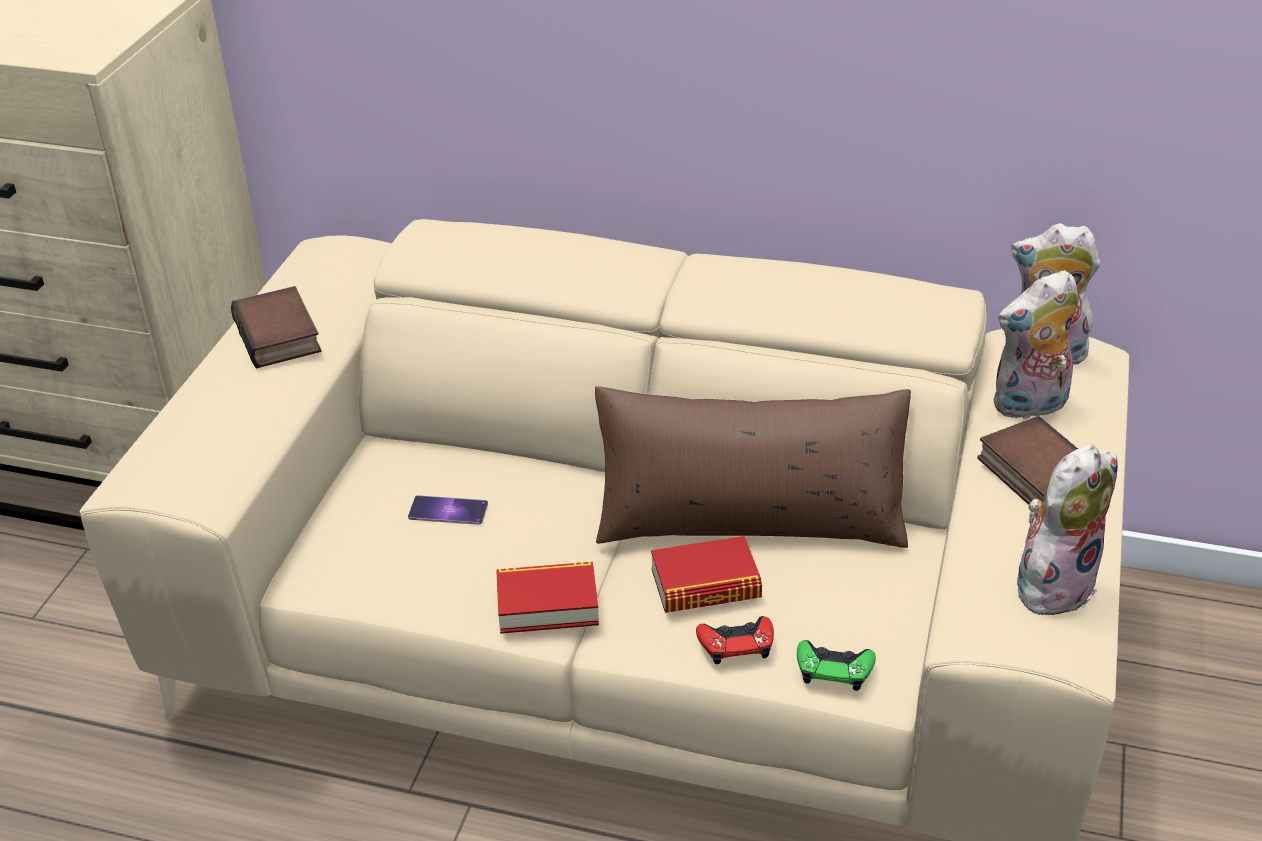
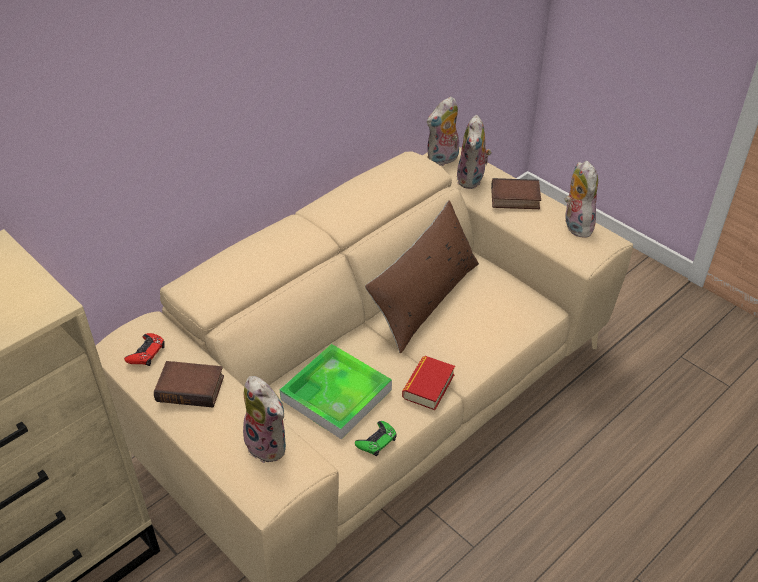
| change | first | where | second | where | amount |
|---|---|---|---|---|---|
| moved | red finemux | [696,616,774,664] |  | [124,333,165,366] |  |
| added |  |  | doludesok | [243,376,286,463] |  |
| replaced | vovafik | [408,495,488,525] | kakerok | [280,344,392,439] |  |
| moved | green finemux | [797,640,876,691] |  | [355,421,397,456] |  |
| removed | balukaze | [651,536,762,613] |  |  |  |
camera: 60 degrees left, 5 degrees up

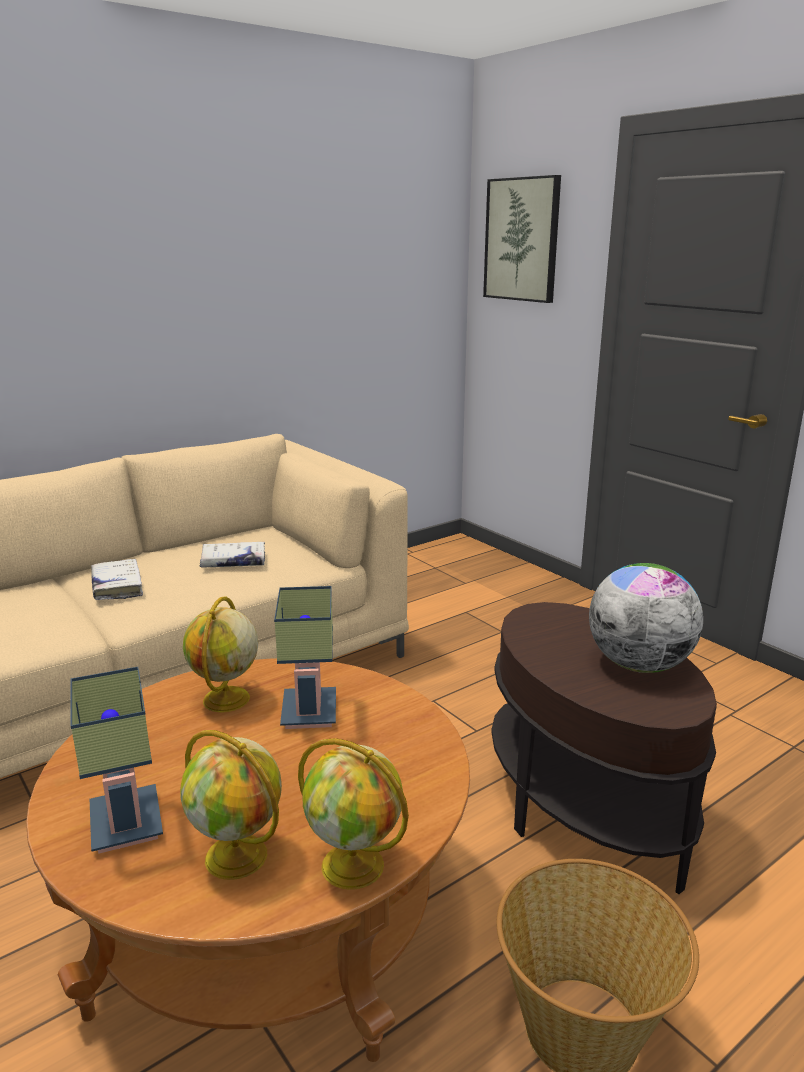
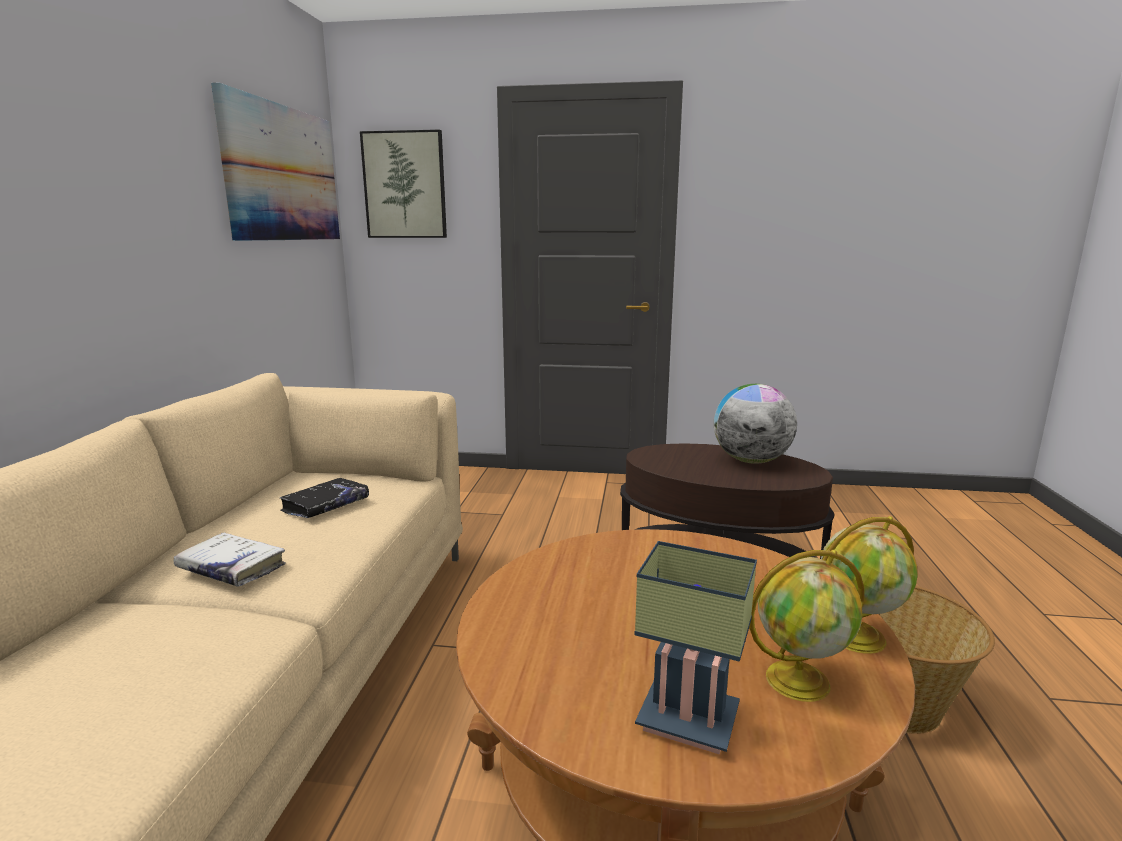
| change | first | where | second | where | amount |
|---|---|---|---|---|---|
| added |  |  | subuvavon | [211,83,340,241] |  |
| recoloured | white balukaze | [200,542,265,567] | black balukaze | [280,478,369,518] |  |
| removed | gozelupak | [183,596,258,712] |  |  |  |
| removed | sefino | [274,586,336,729] |  |  |  |
camera: 45 degrees left, 5 degrees down

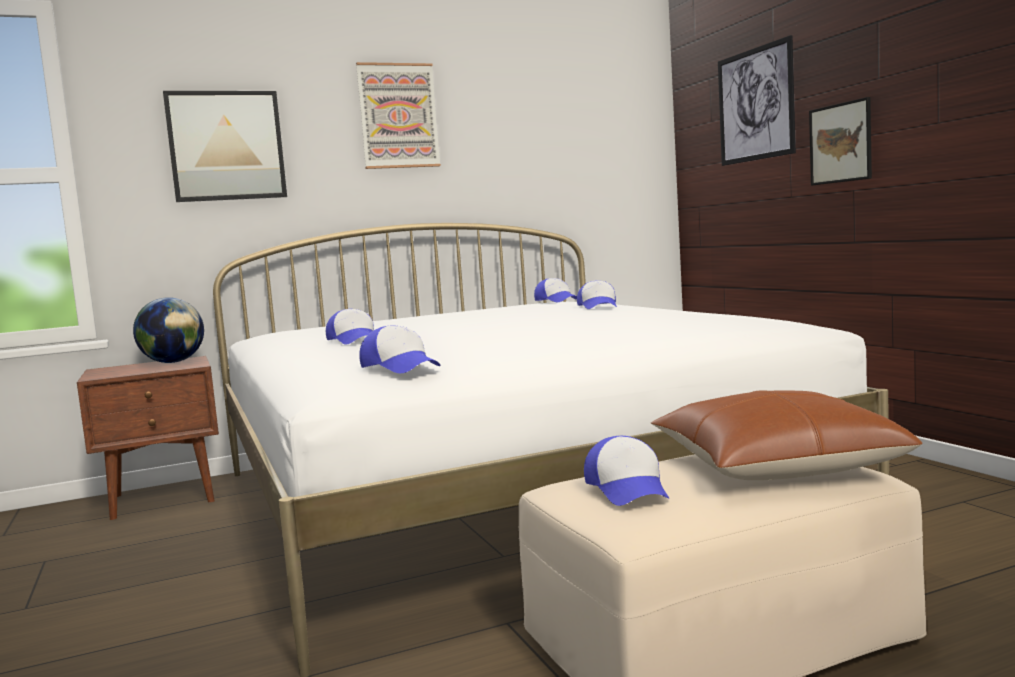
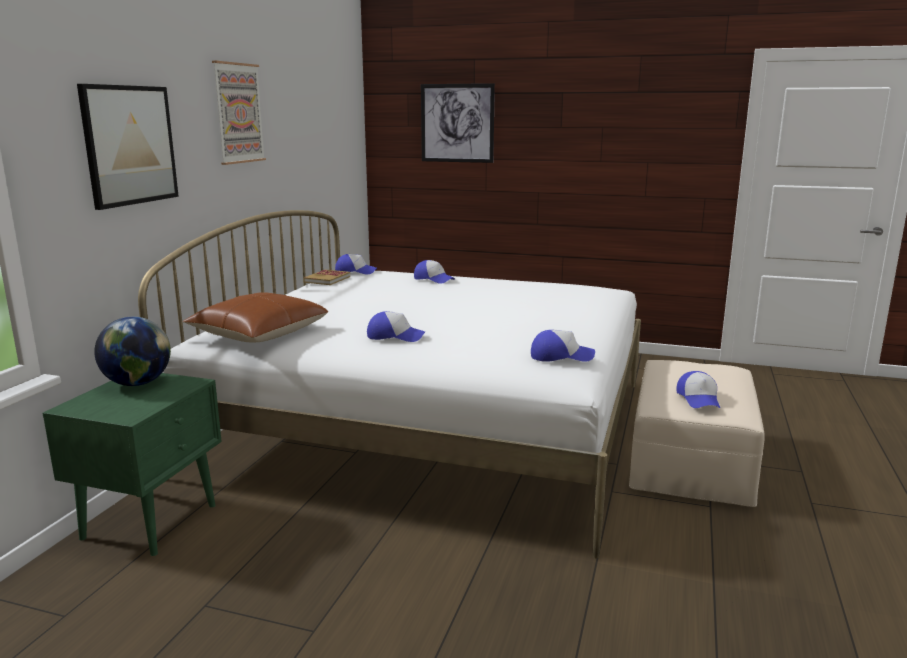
| change | first | where | second | where | amount |
|---|---|---|---|---|---|
| recoloured | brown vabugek | [77,356,219,520] | green vabugek | [43,373,222,556] |  |
| moved | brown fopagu | [651,390,923,480] |  | [182,292,328,343] |  |
| added |  |  | balukaze | [303,270,350,285] |  |
| turned | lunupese | [584,436,669,506] |  | [676,371,720,408] | 60 degrees clockwise |
| removed | subuvavon | [809,97,872,185] |  |  |  |
camera: 50 degrees left, 10 degrees up

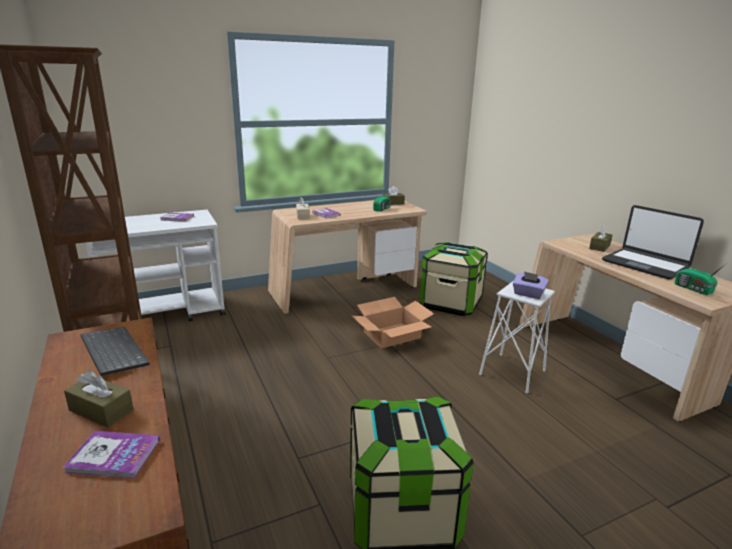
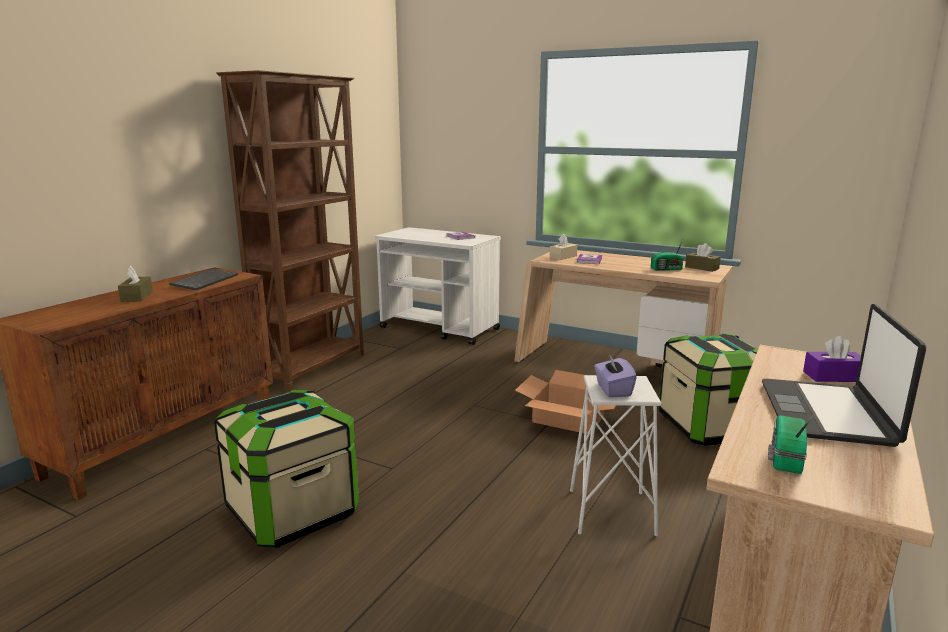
| change | first | where | second | where | amount |
|---|---|---|---|---|---|
| recoloured | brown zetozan | [589,225,612,252] | purple zetozan | [803,336,861,382] |  |
| removed | balukaze | [63,431,160,479] |  |  |  |
camera: 55 degrees right, 5 degrees down

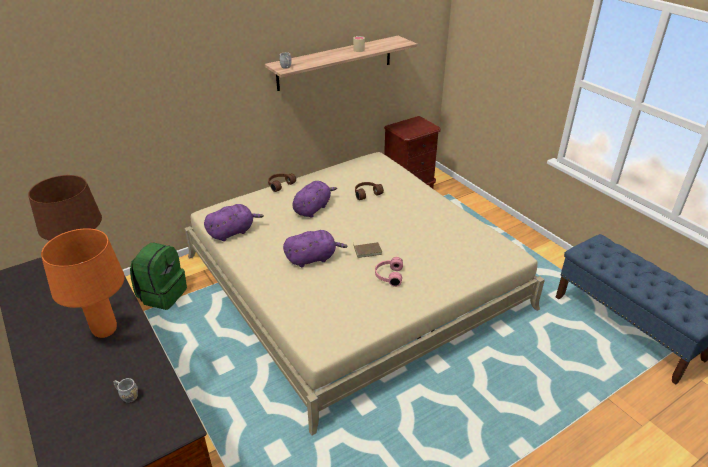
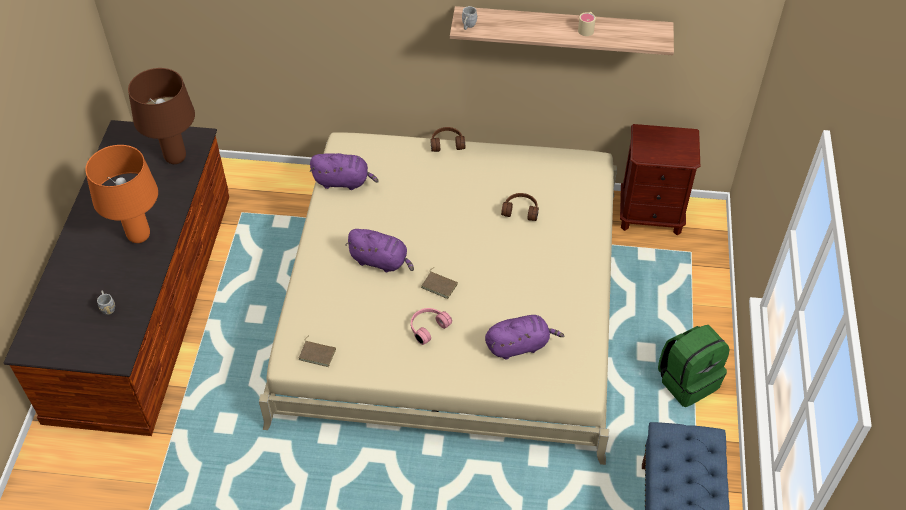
| change | first | where | second | where | amount |
|---|---|---|---|---|---|
| added |  |  | brown balukaze | [298,335,336,367] |  |
| moved | purple doludesok | [292,181,337,217] |  | [485,315,565,360] |  |
| moved | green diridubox | [130,243,187,310] |  | [658,325,730,407] |  |
camera: 40 degrees right, 15 degrees up

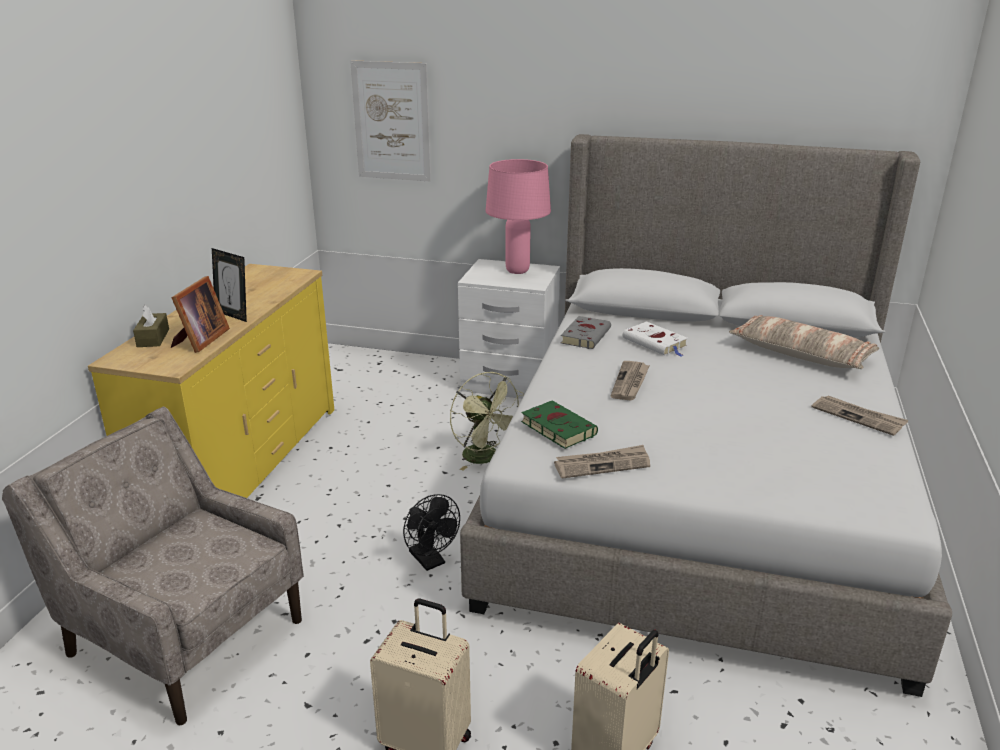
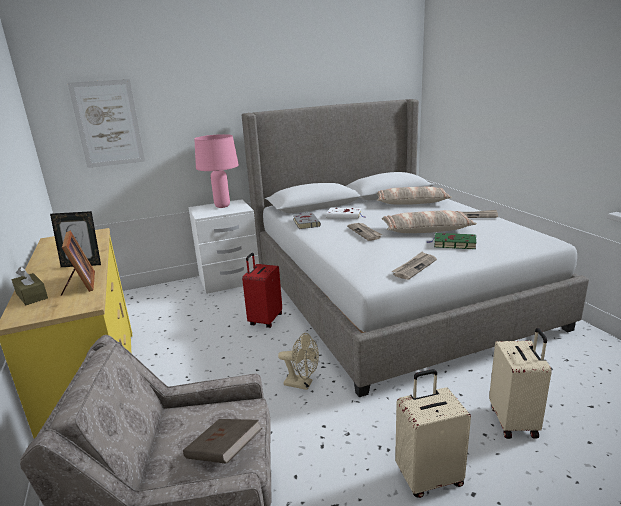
| change | first | where | second | where | amount |
|---|---|---|---|---|---|
| added |  |  | brown balukaze | [183,419,262,464] |  |
| replaced | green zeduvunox | [450,372,524,470] | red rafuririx | [242,253,282,328] |  |
| recoloured | black zeduvunox | [403,494,460,571] | beige zeduvunox | [278,333,319,390] |  |
| added |  |  | fopagu | [382,210,477,233] |  |
| moved | green balukaze | [521,400,598,449] |  | [427,233,477,249] |  |
camera: 35 degrees left, 5 degrees down

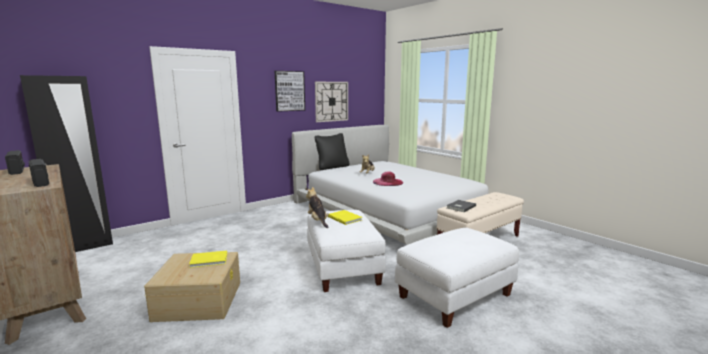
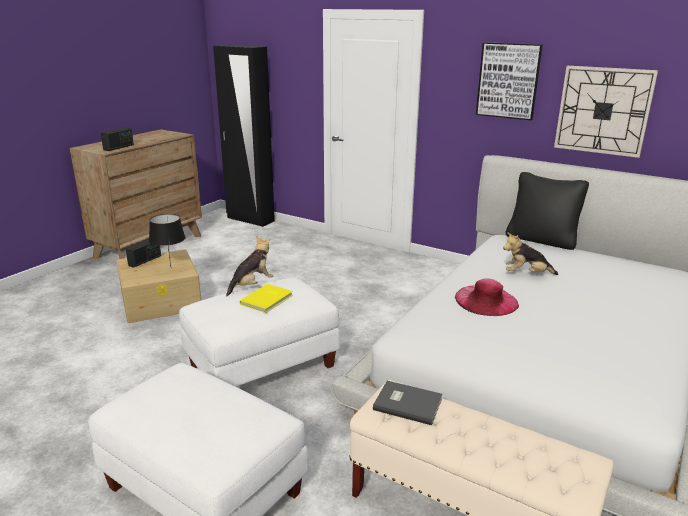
| change | first | where | second | where | amount |
|---|---|---|---|---|---|
| moved | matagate | [5,150,25,175] |  | [125,239,161,268] |  |
| replaced | yellow balukaze | [189,251,227,268] | black sefino | [149,214,186,266] |  |
camera: 70 degrees right, 10 degrees up

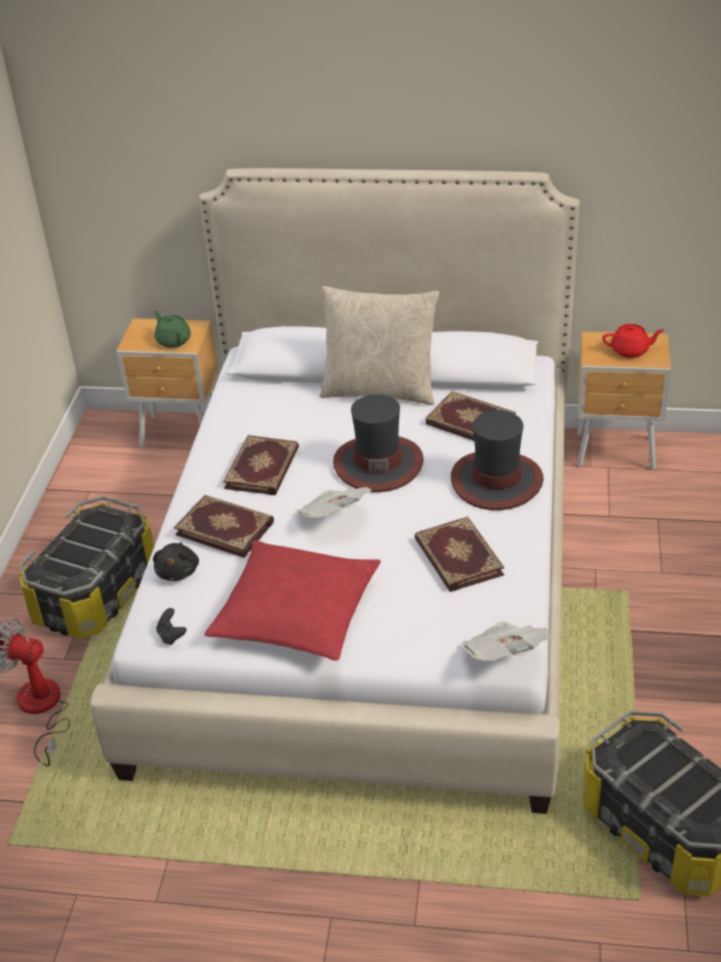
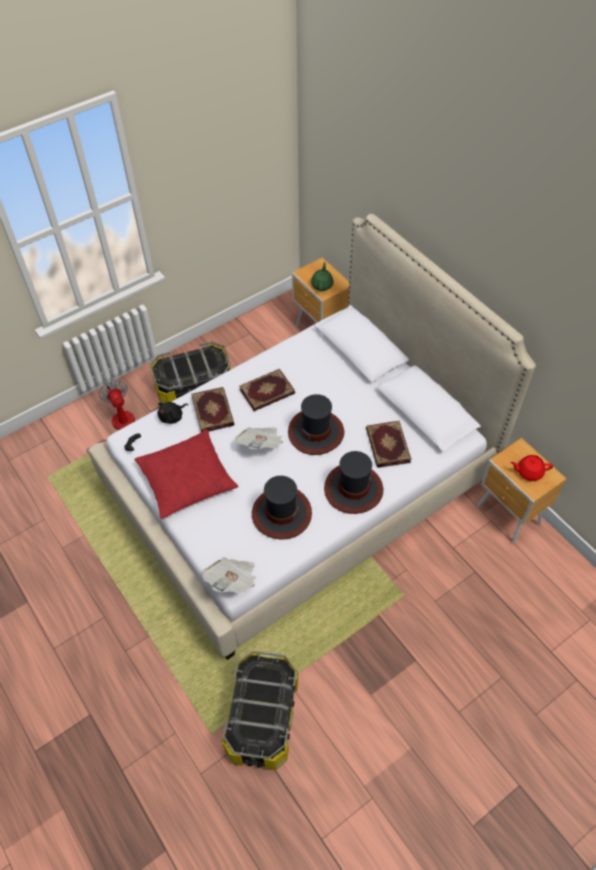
| change | first | where | second | where | amount |
|---|---|---|---|---|---|
| replaced | balukaze | [414,517,504,592] | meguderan | [252,476,312,539] |  |
| turned | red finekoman | [602,324,664,358] |  | [510,455,553,481] | 135 degrees clockwise |
| removed | beige fopagu | [320,286,439,405] |  |  |  |
camera: 45 degrees right, 15 degrees up

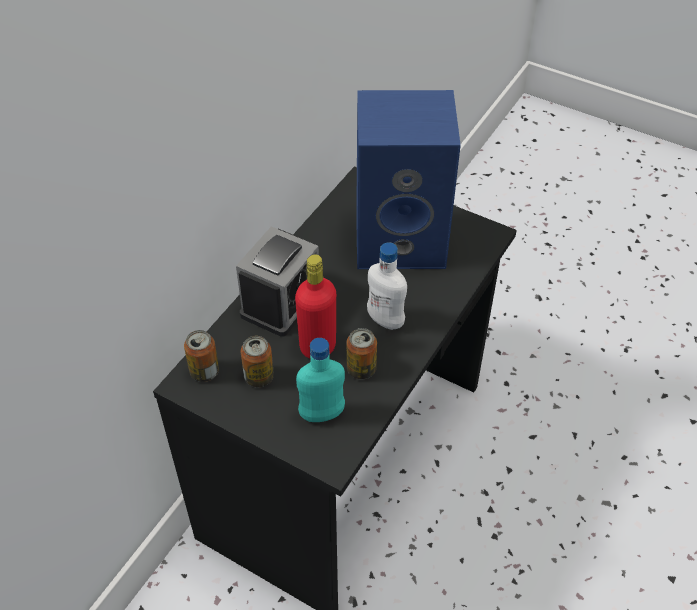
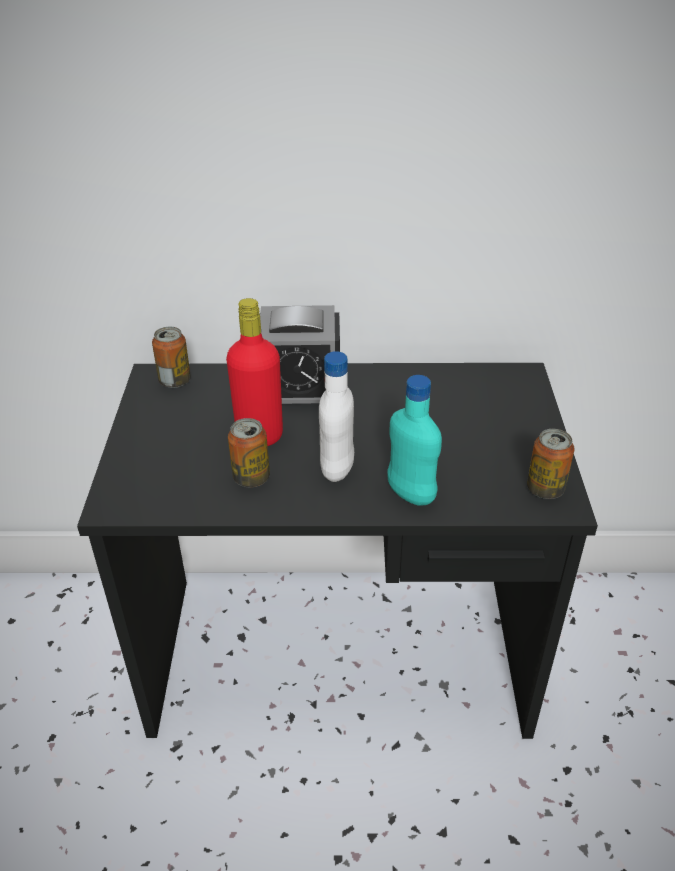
| change | first | where | second | where | amount |
|---|---|---|---|---|---|
| moved | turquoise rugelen | [296,338,345,422] |  | [387,375,442,506] |  |
| moved | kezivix | [241,336,274,387] |  | [527,429,574,499] |  |
| removed | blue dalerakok | [356,90,461,269] |  |  |  |
camera: 60 degrees right, 10 degrees down

